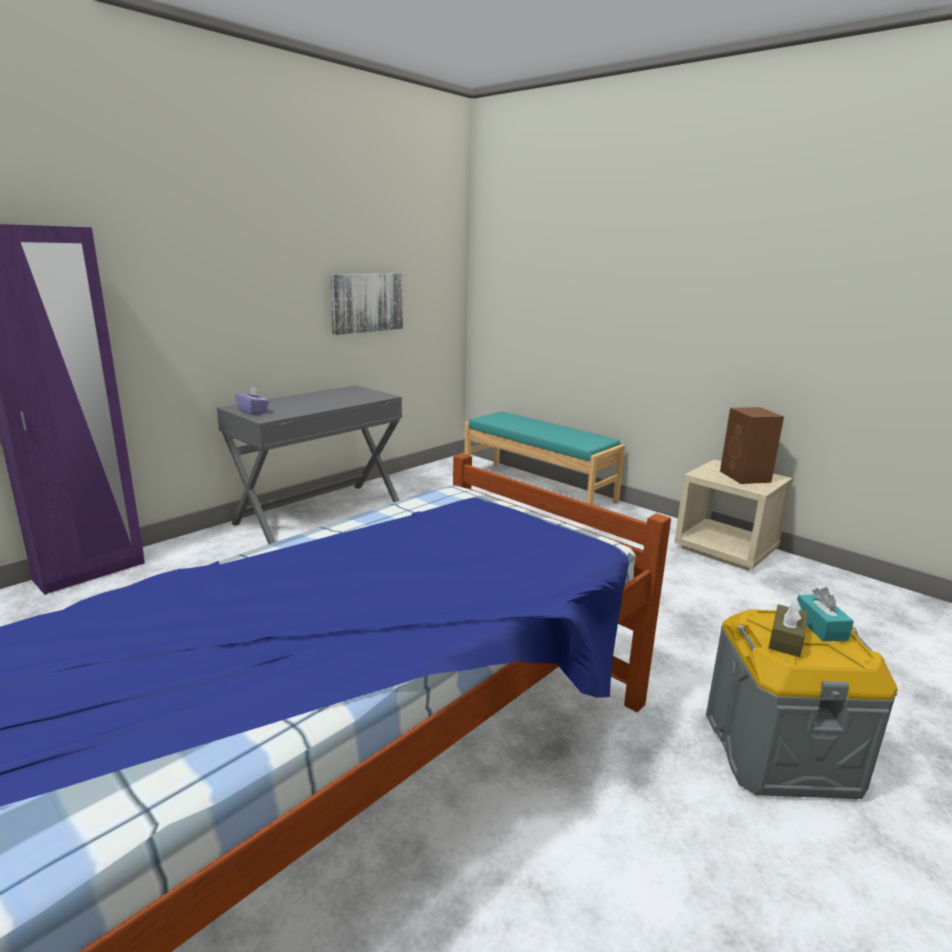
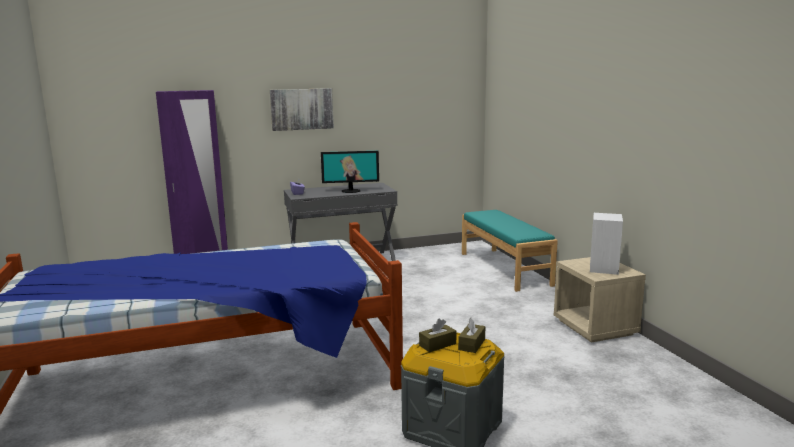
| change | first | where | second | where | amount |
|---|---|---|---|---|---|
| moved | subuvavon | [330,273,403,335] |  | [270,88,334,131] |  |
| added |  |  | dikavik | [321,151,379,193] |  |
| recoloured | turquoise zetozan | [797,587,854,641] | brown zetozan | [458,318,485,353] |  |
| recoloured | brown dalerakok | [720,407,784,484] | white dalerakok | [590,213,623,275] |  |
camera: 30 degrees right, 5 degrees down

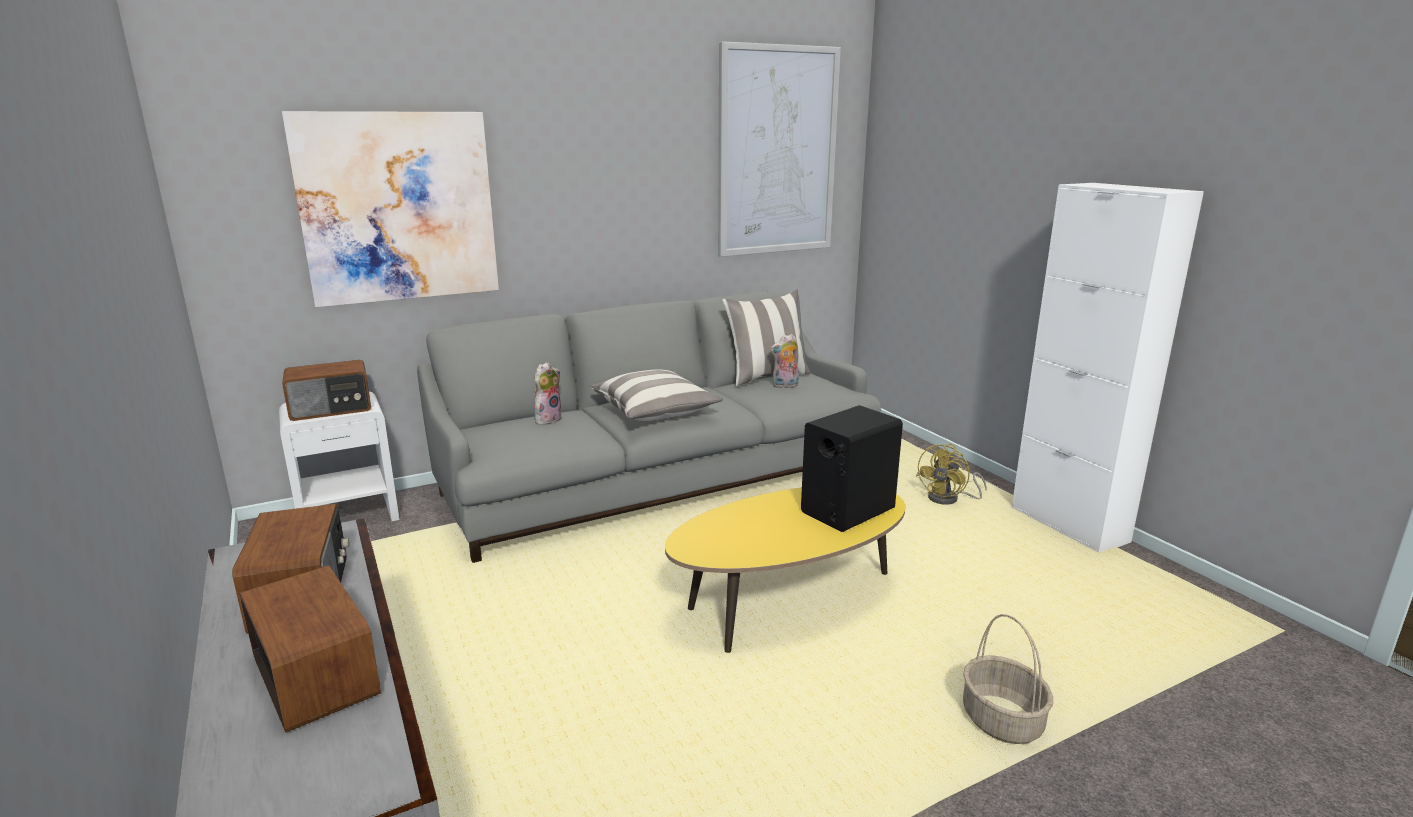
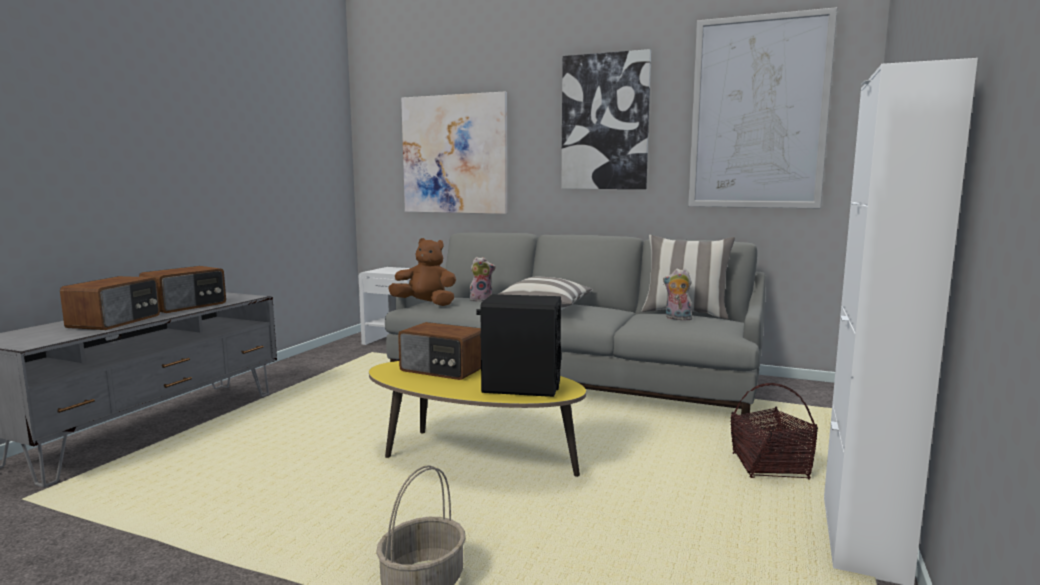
| change | first | where | second | where | amount |
|---|---|---|---|---|---|
| added |  |  | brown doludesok | [388,238,456,306] |  |
| moved | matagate | [282,360,371,421] |  | [398,322,481,380] |  |
| added |  |  | subuvavon | [561,49,651,189] |  |
| replaced | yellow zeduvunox | [916,444,987,505] | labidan | [731,383,818,480] |  |
camera: 50 degrees right, 10 degrees down

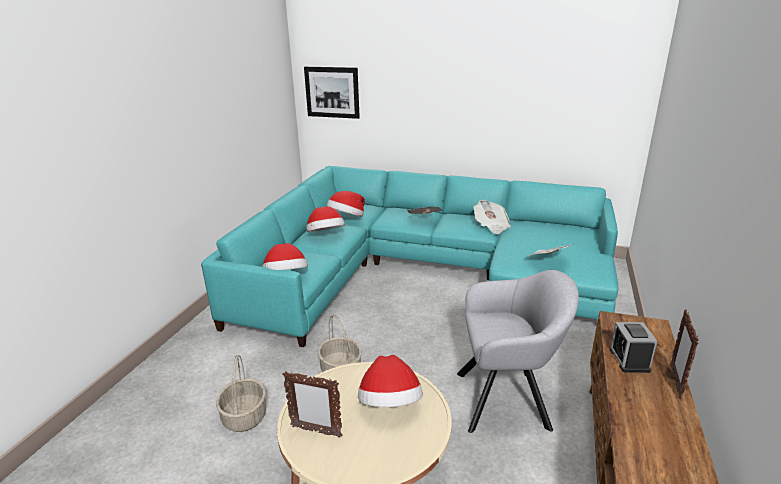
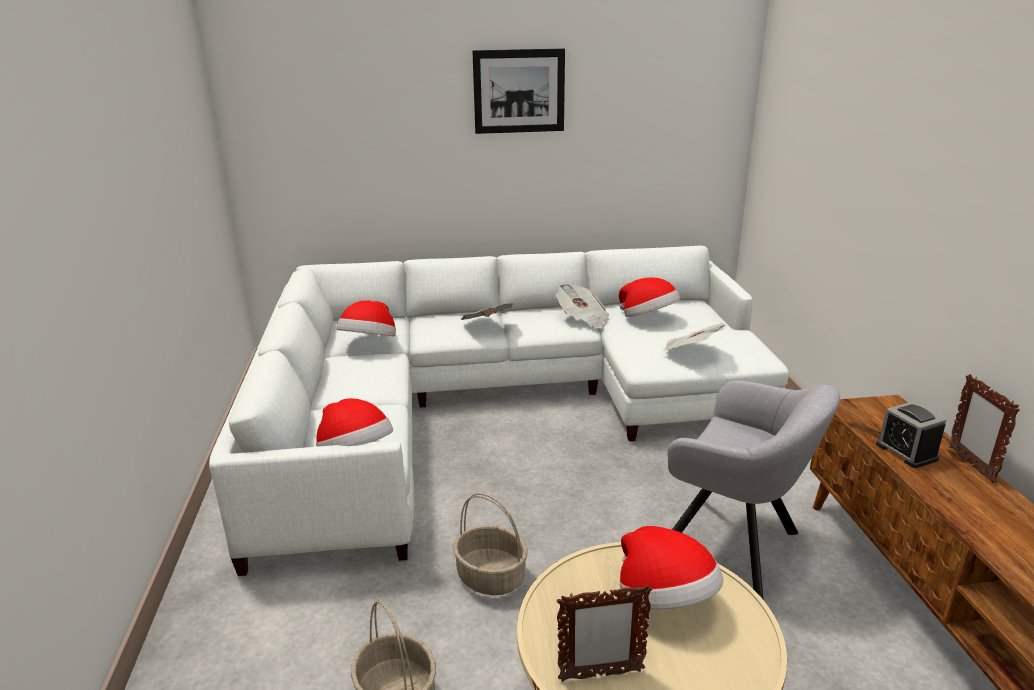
| change | first | where | second | where | amount |
|---|---|---|---|---|---|
| recoloured | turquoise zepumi | [201,166,618,347] | white zepumi | [209,245,789,576] |  |
| moved | subuvavon | [304,67,360,119] |  | [472,48,565,134] |  |
| moved | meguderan | [306,206,345,232] |  | [619,277,680,317] |  |
| turned | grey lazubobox | [457,270,579,433] |  | [668,380,840,599] | 60 degrees clockwise |
camera: 25 degrees left, 0 degrees up

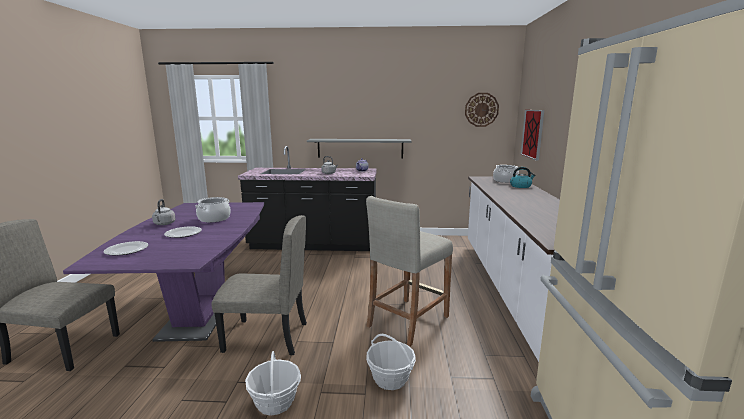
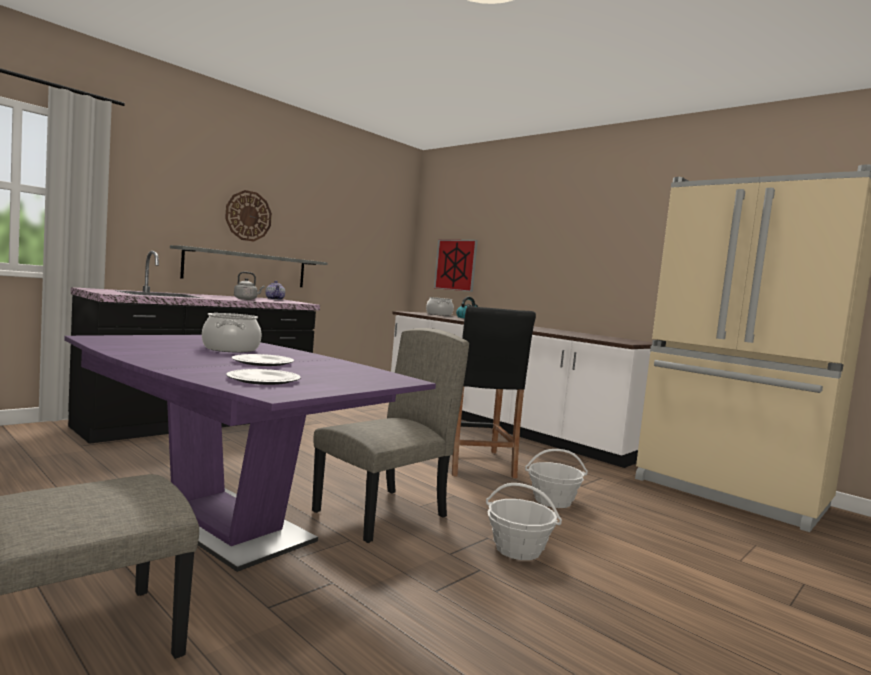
| change | first | where | second | where | amount |
|---|---|---|---|---|---|
| moved | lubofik | [465,93,499,127] |  | [225,190,272,242] |  |
| recoloured | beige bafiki | [366,196,453,347] | black bafiki | [452,306,536,478] |  |
| removed | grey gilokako | [152,199,176,225] |  |  |  |
camera: 50 degrees left, 10 degrees down

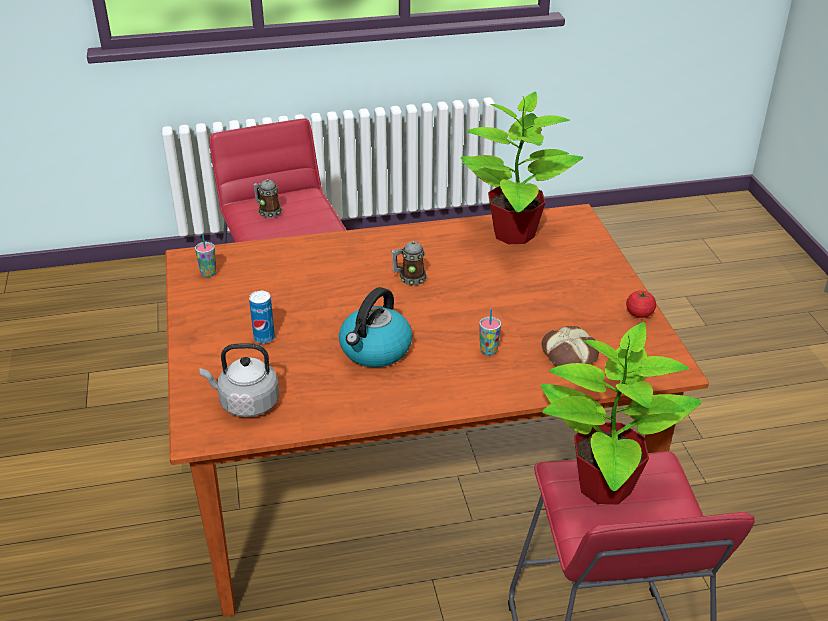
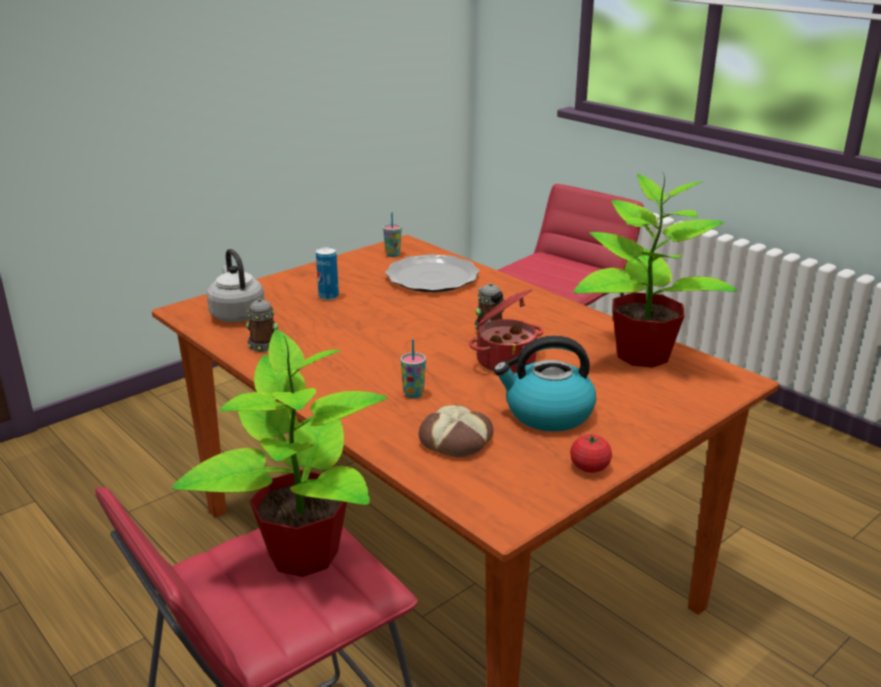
| change | first | where | second | where | amount |
|---|---|---|---|---|---|
| moved | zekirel | [253,179,282,218] |  | [246,298,278,352] |  |
| added |  |  | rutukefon | [385,254,480,292] |  |
| added |  |  | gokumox | [469,289,544,373] |  |
| moved | gilokako | [339,287,412,368] |  | [494,336,596,431] |  |
camera: 60 degrees right, 10 degrees down

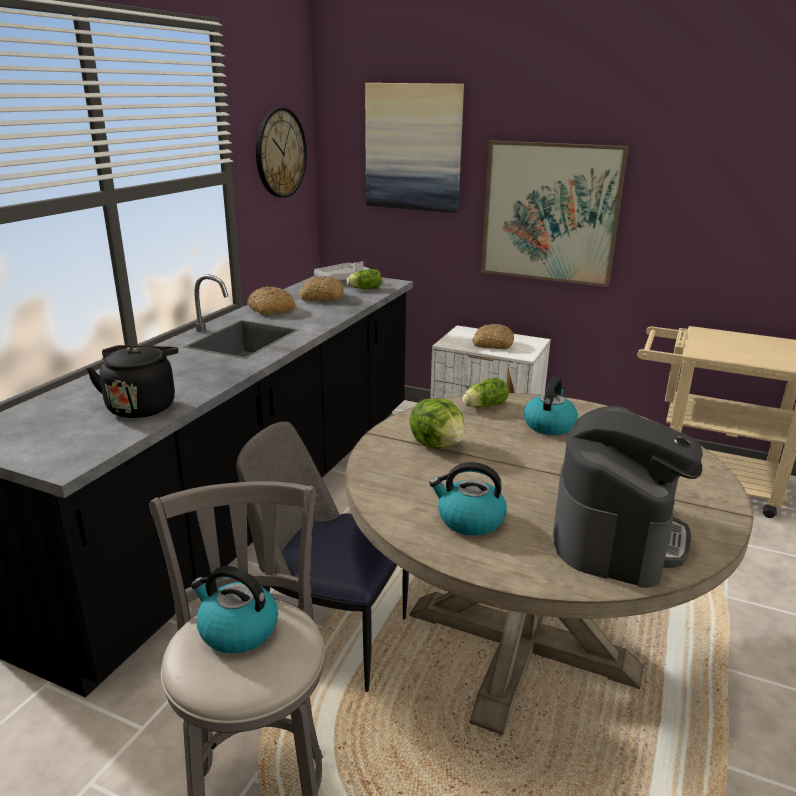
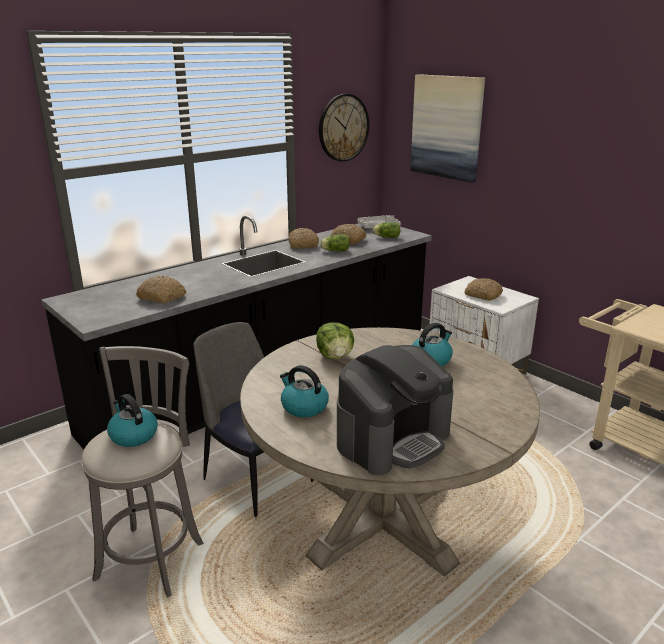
| change | first | where | second | where | amount |
|---|---|---|---|---|---|
| replaced | black gilokako | [86,345,178,418] | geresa | [136,276,186,304] |  |
| moved | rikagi | [462,378,509,408] |  | [320,235,349,251] |  |
| removed | subuvavon | [481,140,629,287] |  |  |  |
camera: 25 degrees right, 0 degrees up

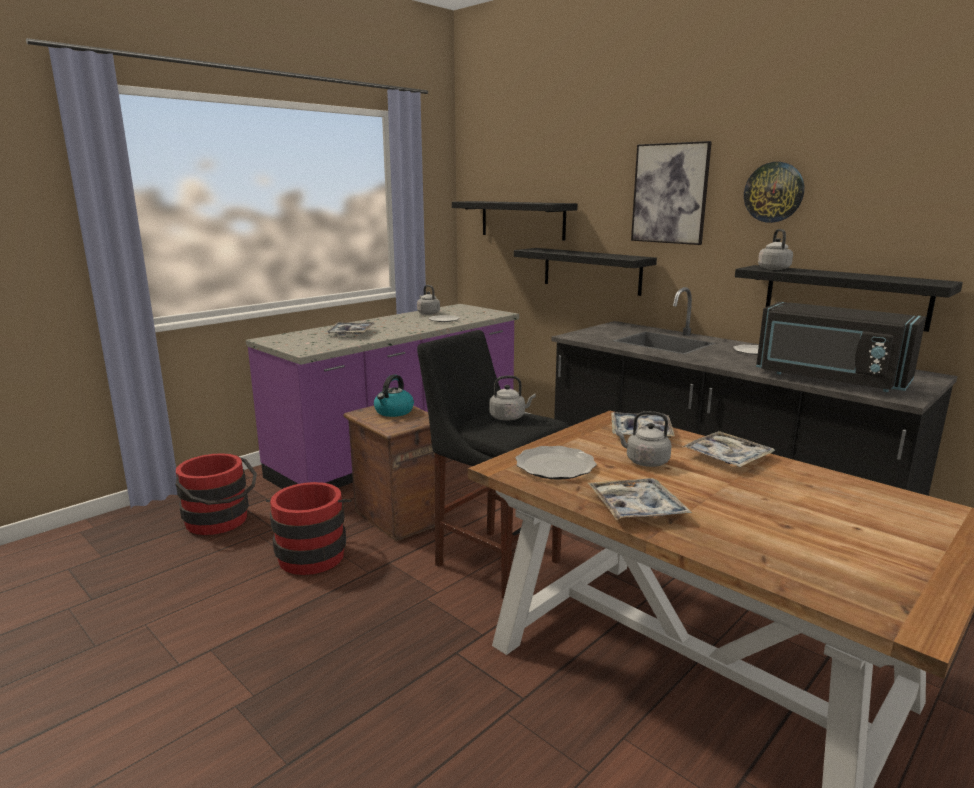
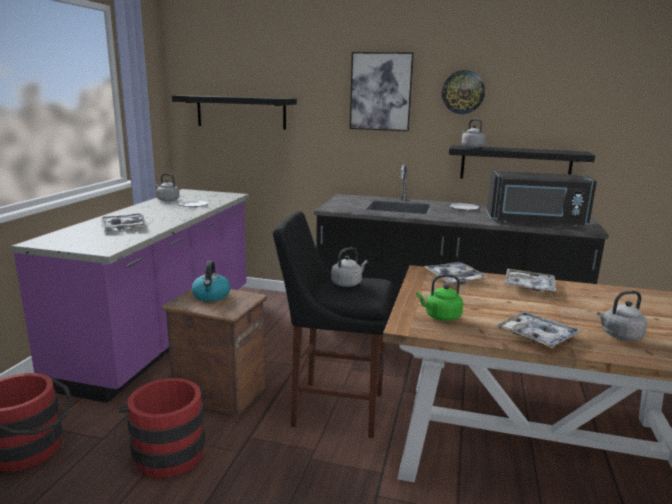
| change | first | where | second | where | amount |
|---|---|---|---|---|---|
| replaced | rutukefon | [515,446,597,480] | green gilokako | [416,274,463,321] |  |
| moved | grey gilokako | [616,411,672,467] |  | [597,291,647,341] |  |
| removed | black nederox | [514,248,657,296] |  |  |  |
camera: 30 degrees left, 0 degrees up

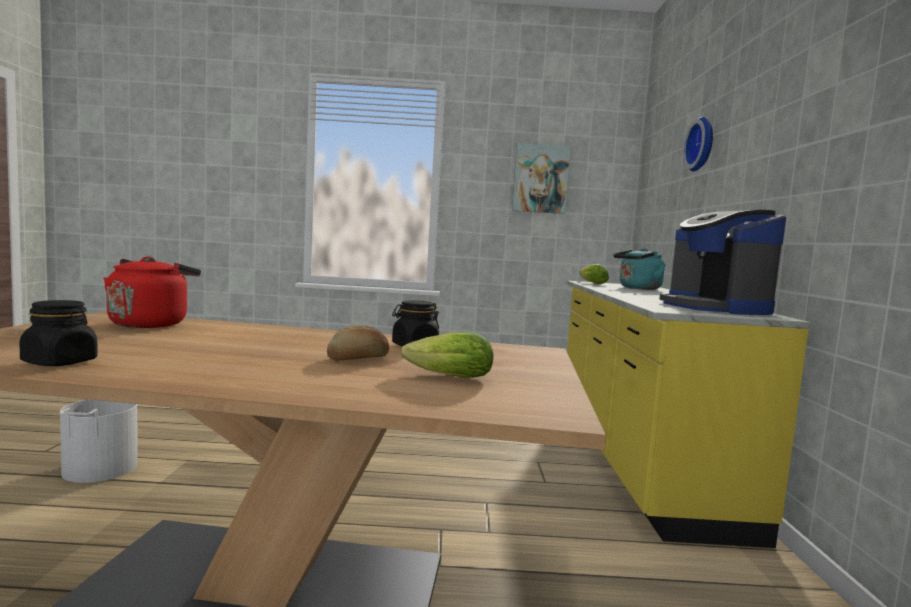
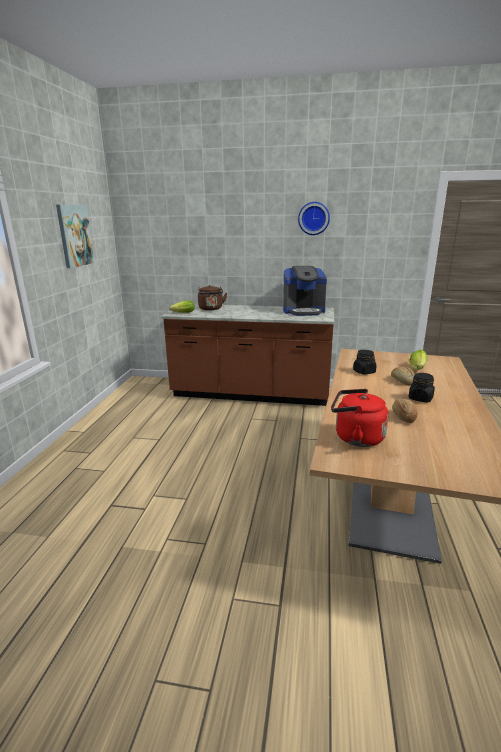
| change | first | where | second | where | amount |
|---|---|---|---|---|---|
| recoloured | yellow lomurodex | [567,281,811,548] | brown lomurodex | [161,304,334,406] |  |
| recoloured | turquoise gilokako | [614,248,665,290] | brown gilokako | [198,285,227,310] |  |
| moved | lubofik | [683,117,713,172] |  | [298,202,330,235] |  |
| added |  |  | geresa | [392,399,418,423] |  |
| moved | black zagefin | [19,300,98,366] |  | [408,373,435,402] |  |
| removed | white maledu | [60,399,138,483] |  |  |  |
camera: 80 degrees left, 15 degrees up

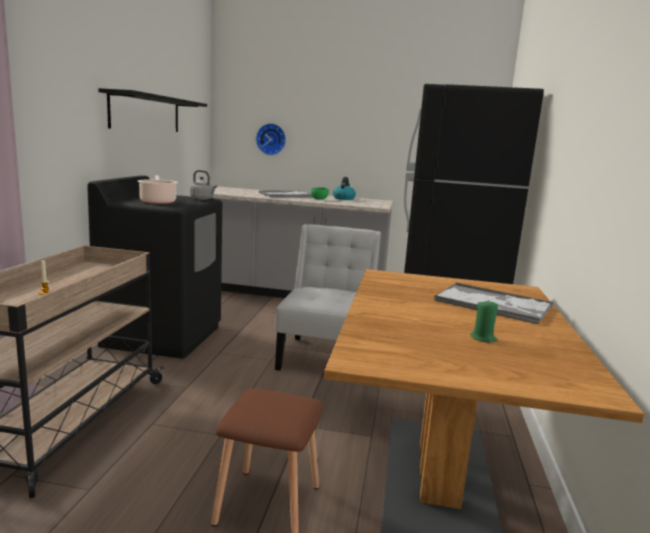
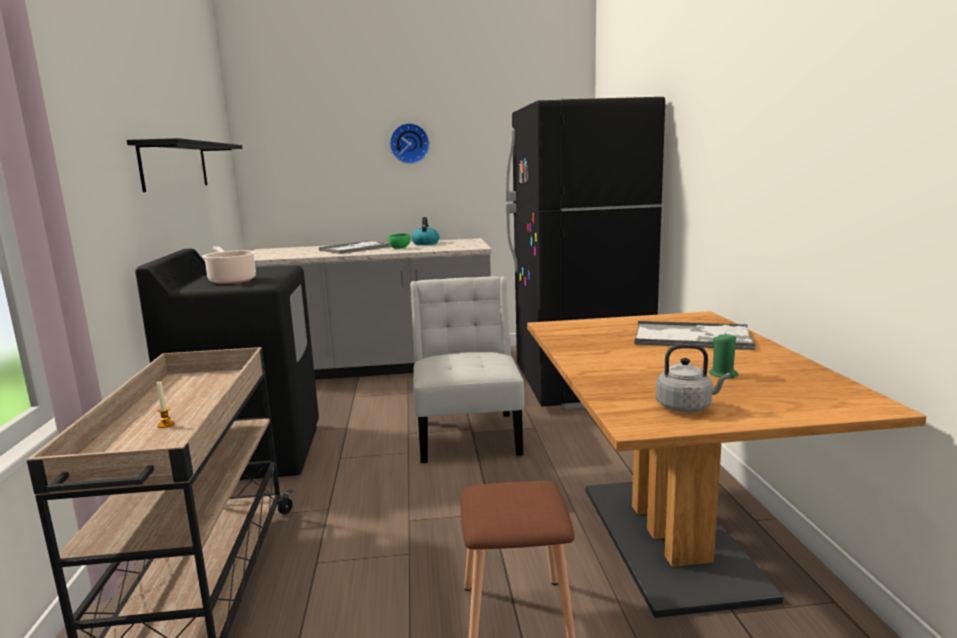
| change | first | where | second | where | amount |
|---|---|---|---|---|---|
| moved | lubofik | [256,123,286,156] |  | [390,123,430,164] |  |
| moved | grey gilokako | [190,170,217,200] |  | [656,344,730,412] |  |
camera: 15 degrees left, 0 degrees up

